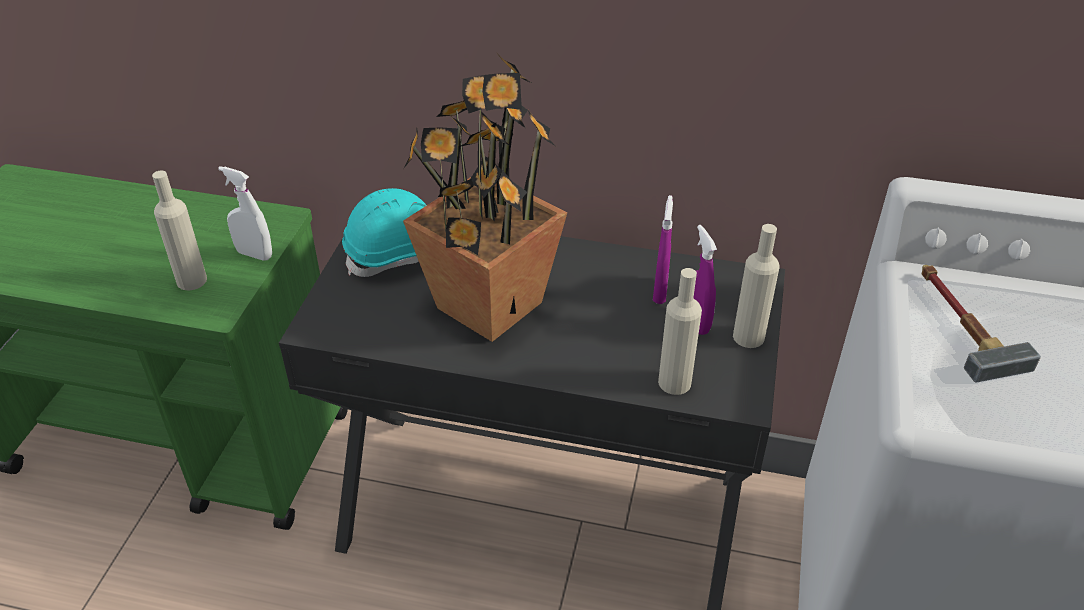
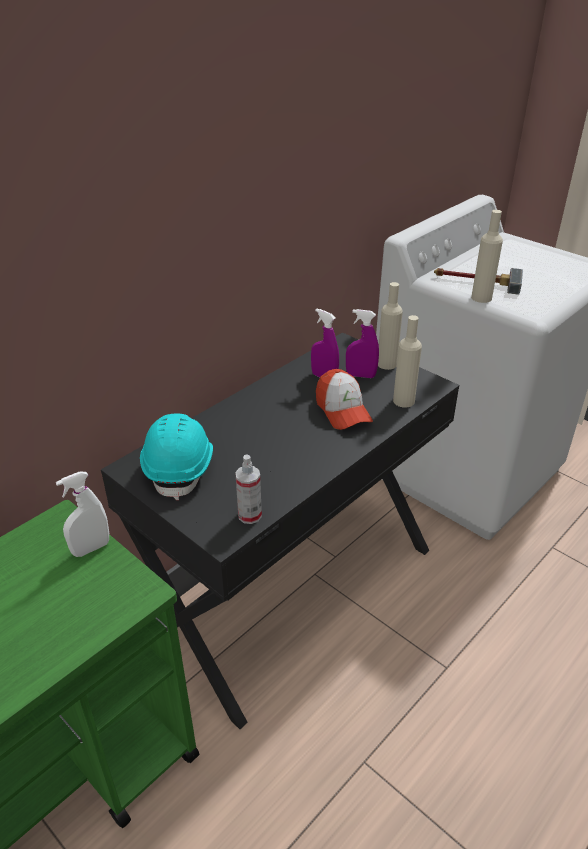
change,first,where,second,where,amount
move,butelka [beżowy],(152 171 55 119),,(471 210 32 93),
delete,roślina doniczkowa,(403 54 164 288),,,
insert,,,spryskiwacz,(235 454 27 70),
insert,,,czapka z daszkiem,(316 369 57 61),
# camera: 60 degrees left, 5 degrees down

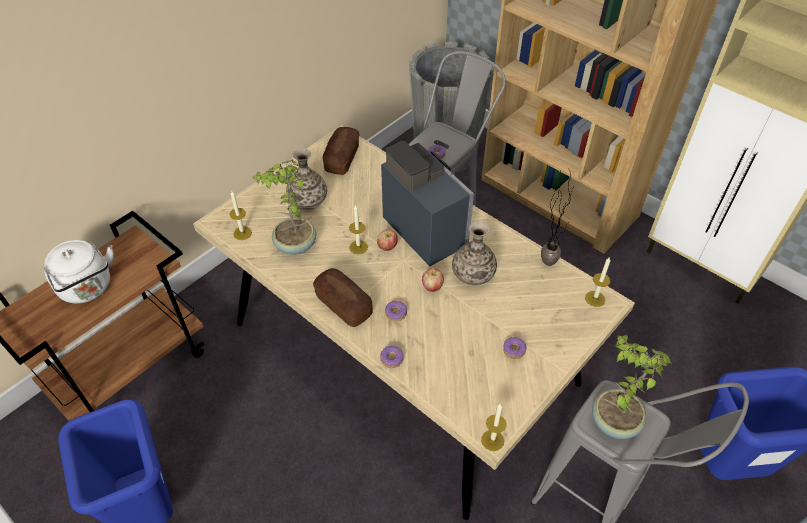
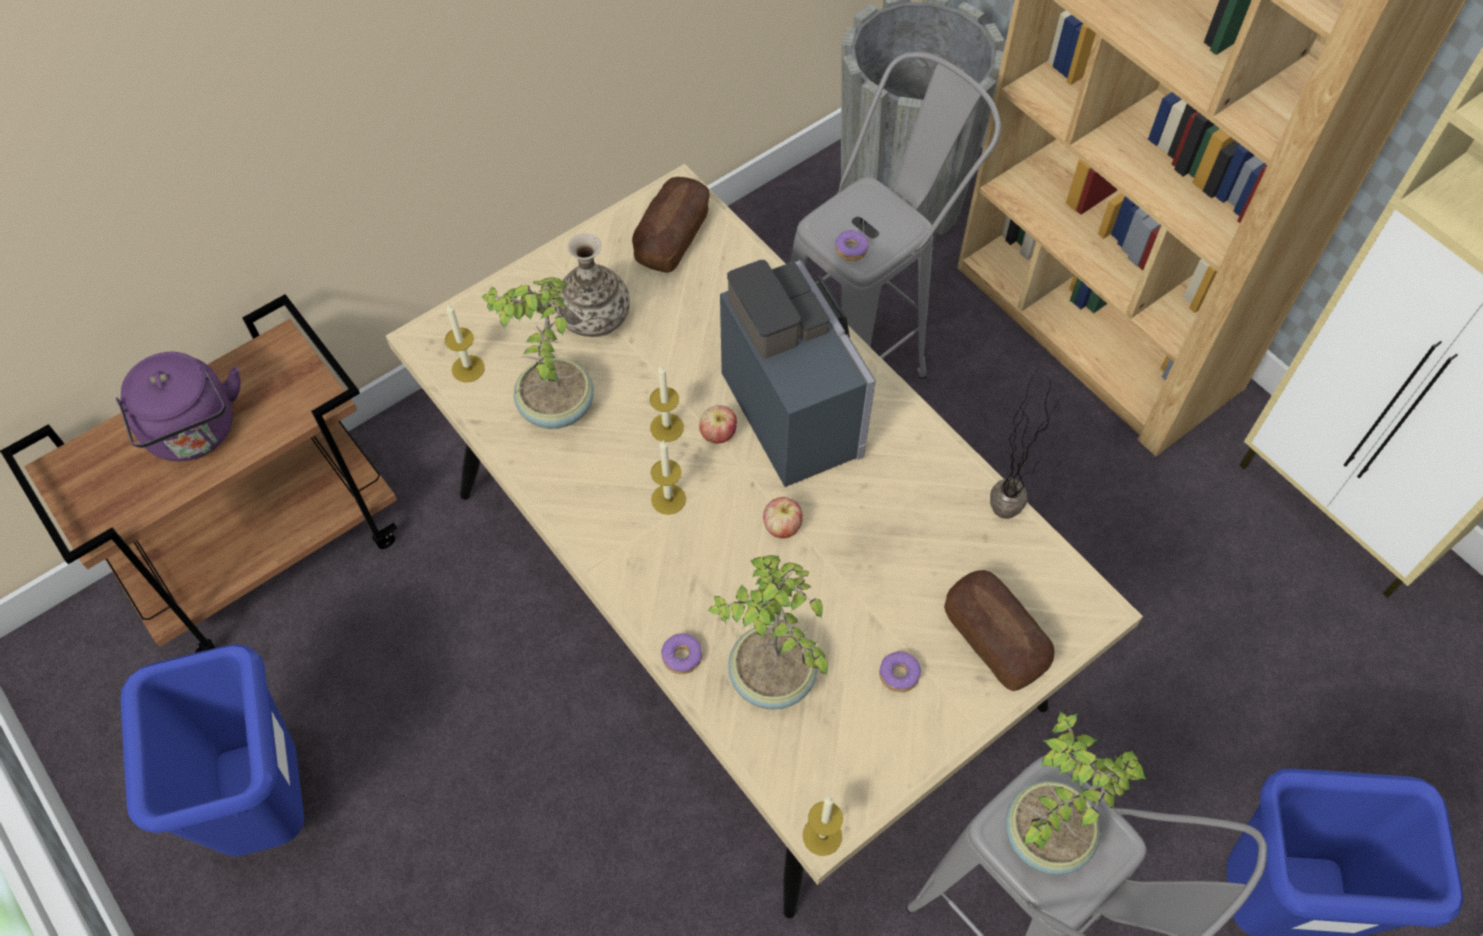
change,first,where,second,where,amount
recolor,czajnik [biały],(42 240 72 64),czajnik [fioletowy],(116 352 125 110),
move,chleb,(313 268 60 59),,(944 570 111 121),
delete,donut,(385 301 22 20),,,
delete,wazon,(452 222 45 63),,,
move,świeca,(585 257 26 50),,(651 440 35 75),
insert,,,roślina doniczkowa,(707 555 121 155),
# camera: 10 degrees right, 10 degrees up

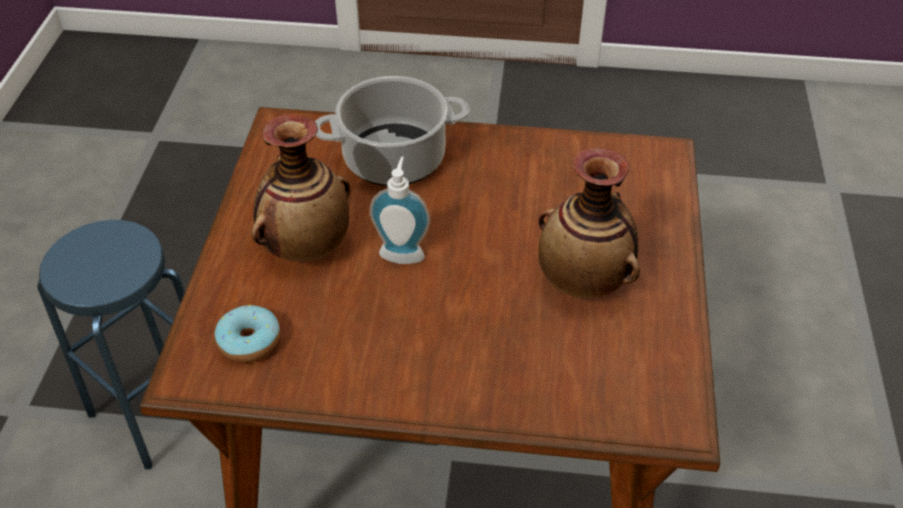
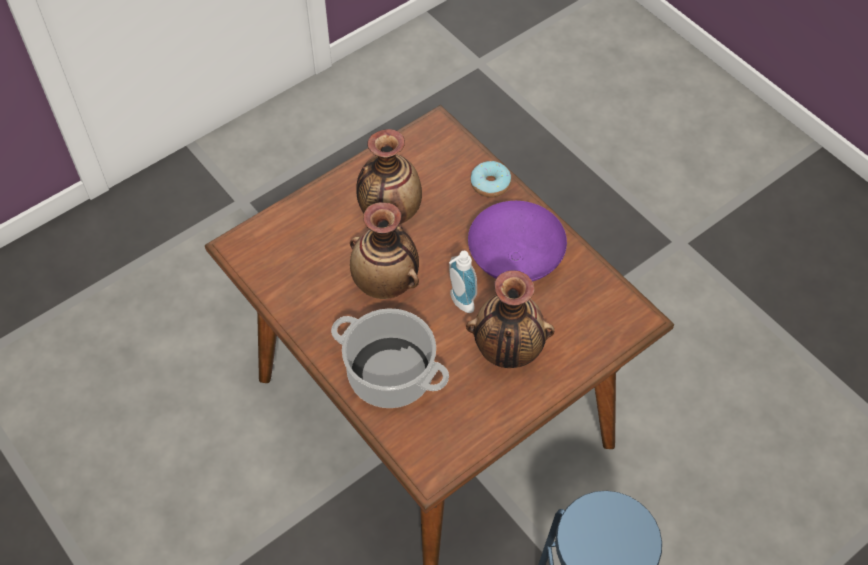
change,first,where,second,where,amount
move,donut,(215 305 65 58),,(470 161 41 37),
insert,,,wazon,(350 202 69 97),
insert,,,miska [fioletowy],(468 201 99 81),
# camera: 135 degrees left, 10 degrees up

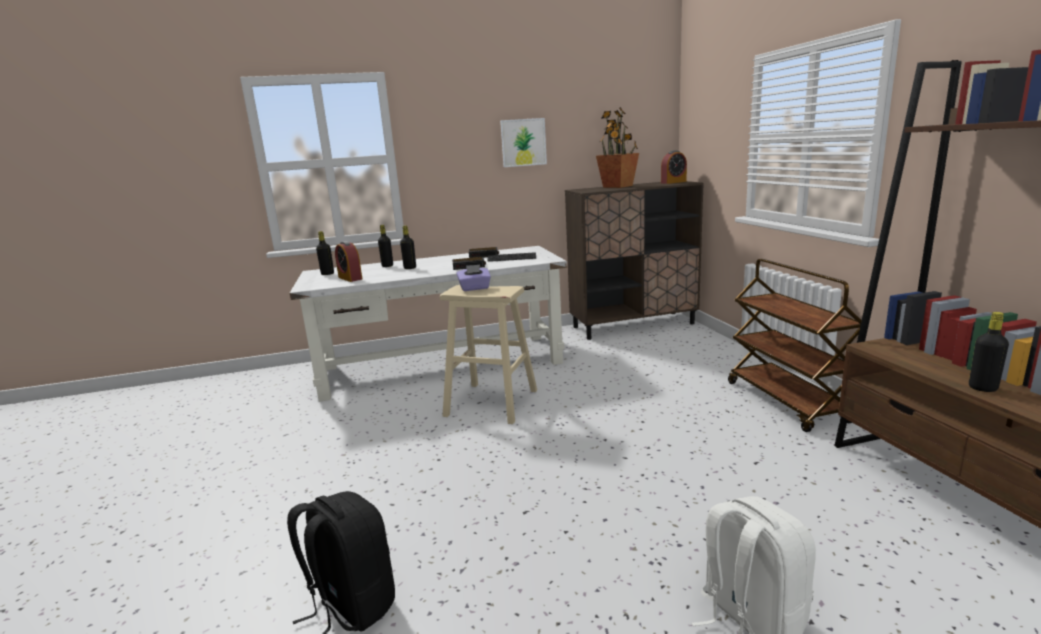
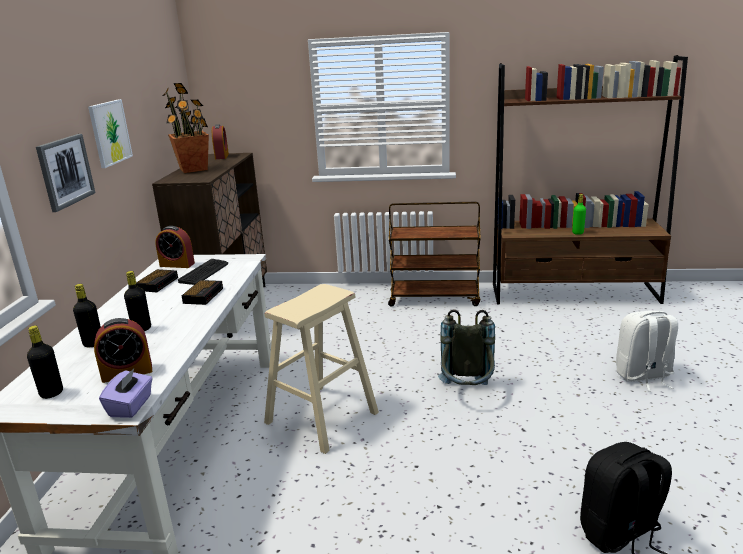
change,first,where,second,where,amount
move,pudełko chusteczek [fioletowy],(456 264 35 27),,(99 368 54 50),
recolor,butelka [czarny],(969 312 40 80),butelka [zielony],(572 194 14 41),
insert,,,obraz,(36 134 60 78),
insert,,,budzik,(155 226 40 42),
insert,,,plecak [szary],(438 309 57 76),
# camera: 70 degrees left, 5 degrees up

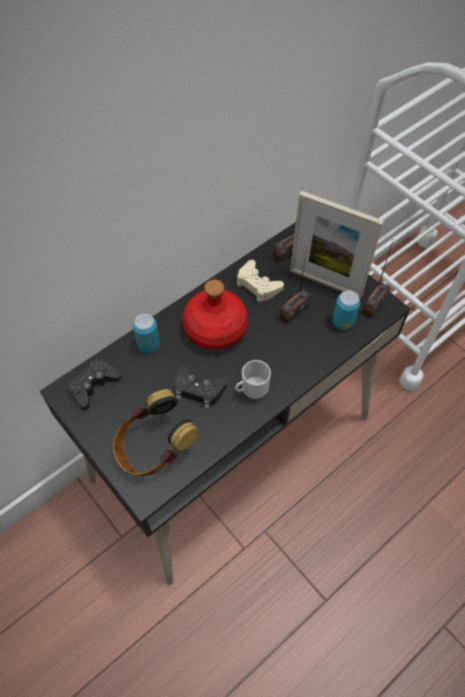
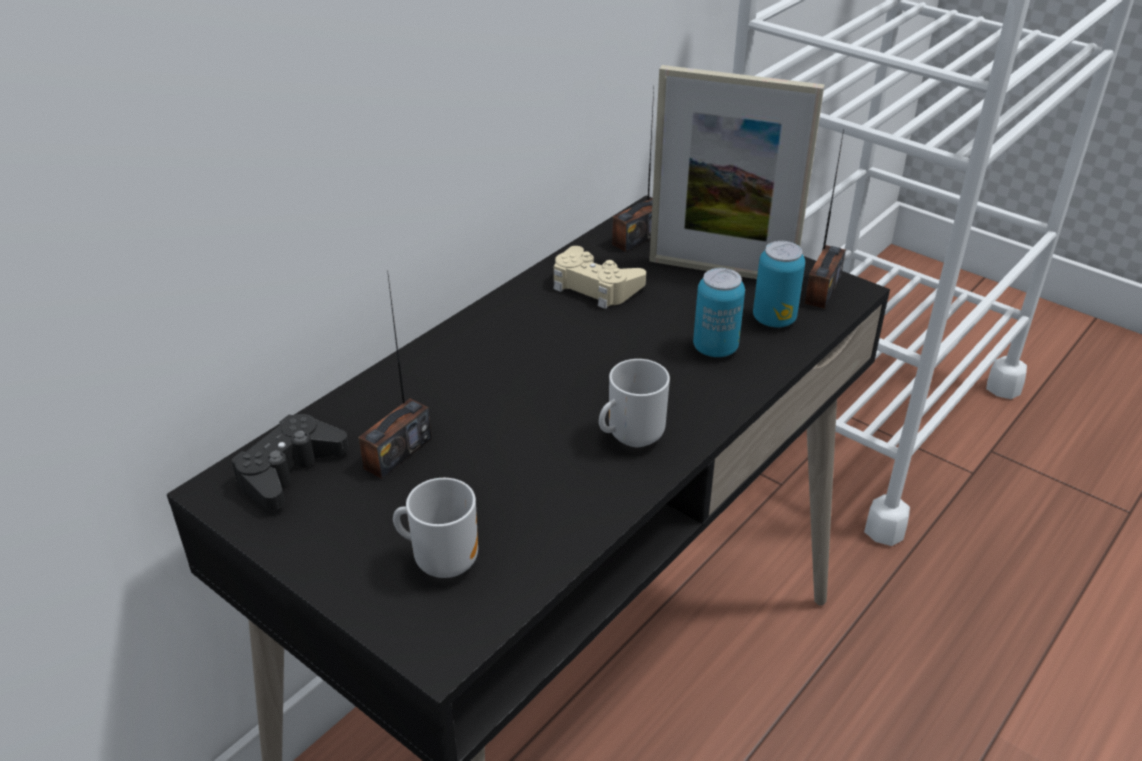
change,first,where,second,where,amount
replace,słuchawki,(113 389 86 87),kubek,(393 478 85 100),
move,puszka,(133 313 27 40),,(693 268 52 89),
delete,pad do gier [czarny],(174 365 53 44),,,
delete,butelka [czerwony],(182 279 66 71),,,
move,radio,(280 248 31 76),,(358 270 74 209),
# camera: 10 degrees left, 20 degrees down

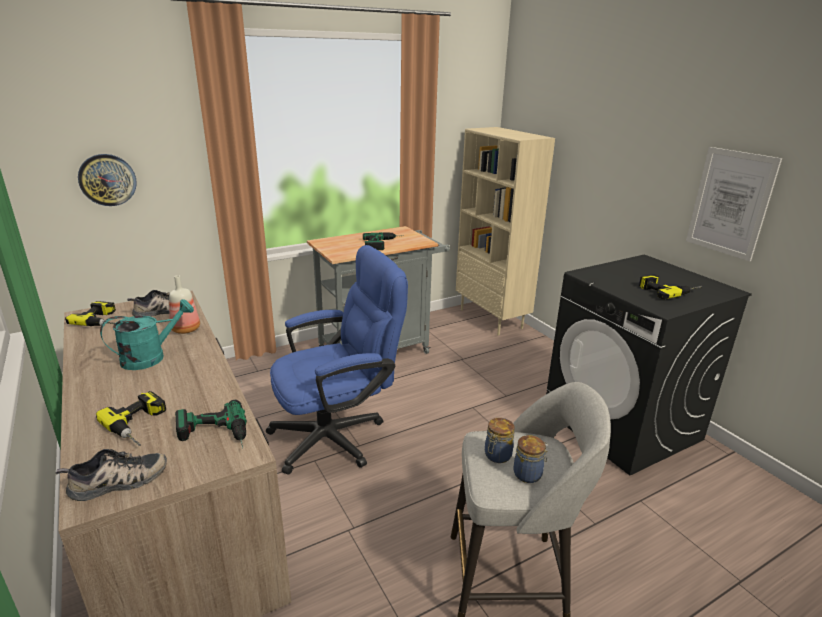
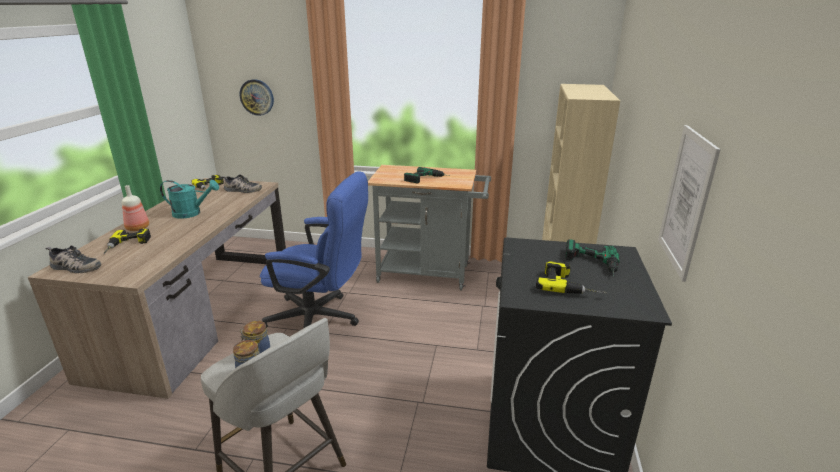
change,first,where,second,where,amount
move,butelka,(169 275 31 59),,(122 185 27 46),
move,wiertarka,(175 400 72 49),,(565 239 55 38),
# camera: 40 degrees right, 0 degrees up

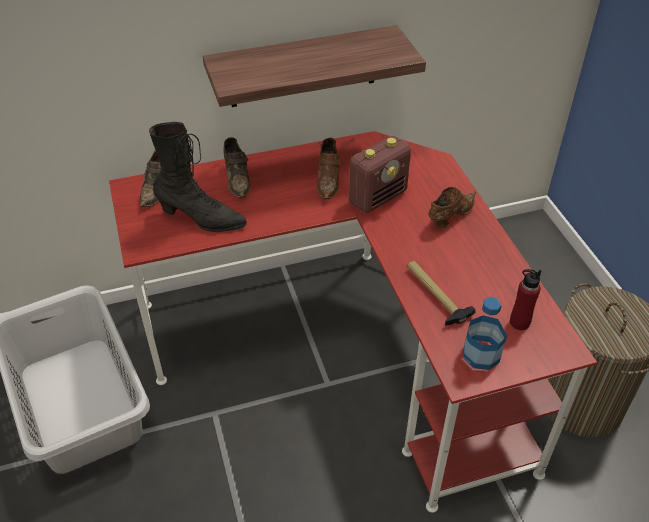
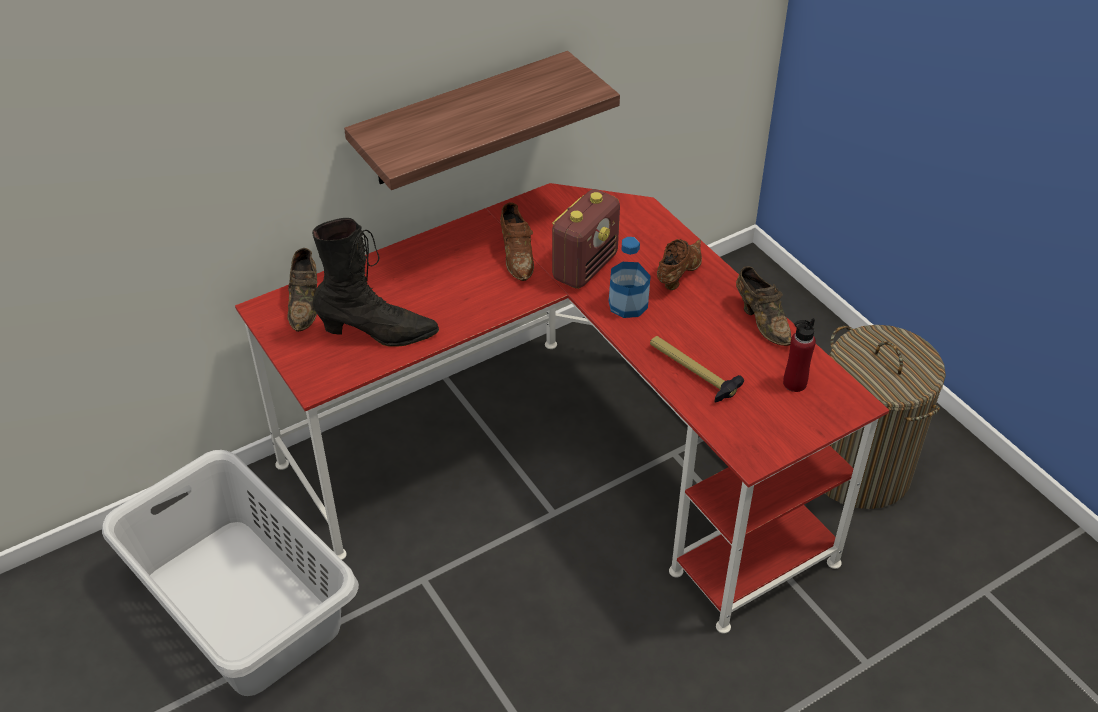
change,first,where,second,where,amount
move,but [brązowy],(223 137 27 61),,(736 266 55 80),
move,butelka,(463 297 44 73),,(609 237 42 81),
# camera: 15 degrees left, 0 degrees up

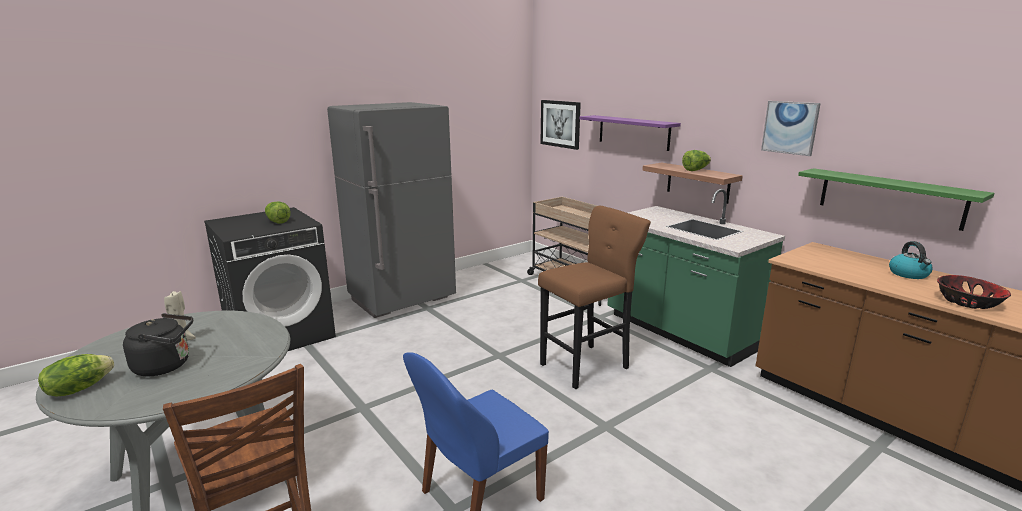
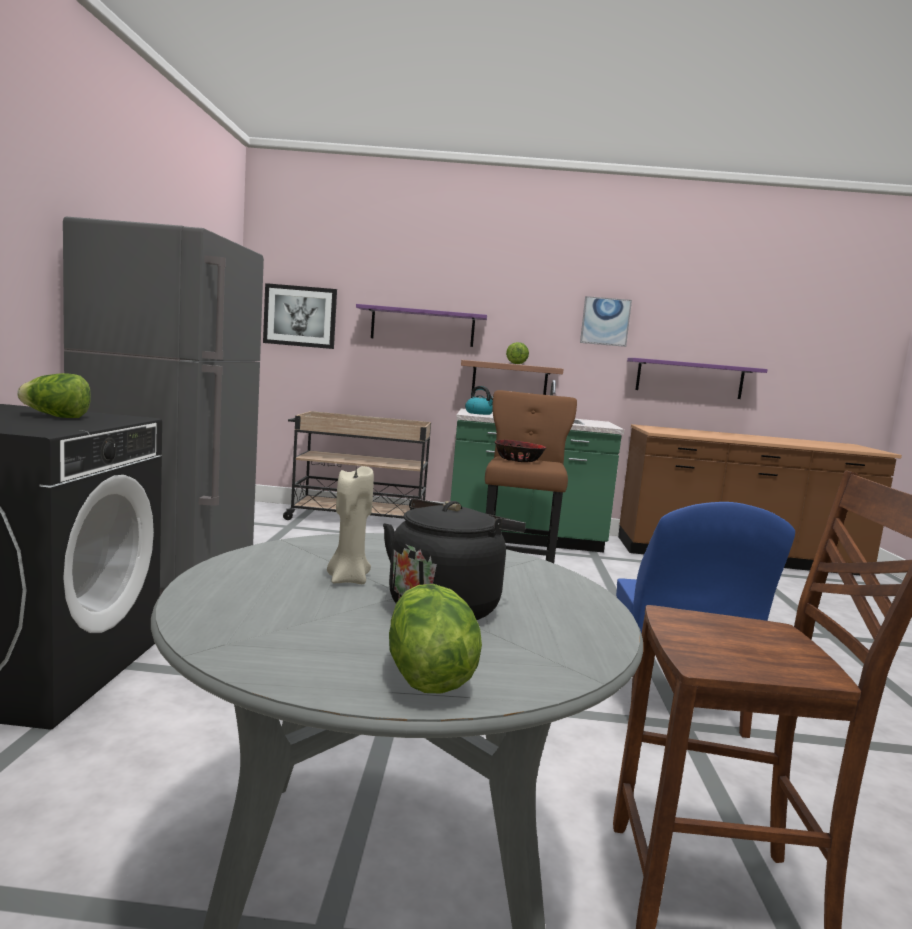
change,first,where,second,where,amount
recolor,półka [zielony],(798 168 196 63),półka [fioletowy],(627 358 141 41),
move,czajnik,(889 241 44 38),,(465 386 28 29),
move,miska,(937 275 74 34),,(495 440 51 22),
# camera: 50 degrees left, 10 degrees down

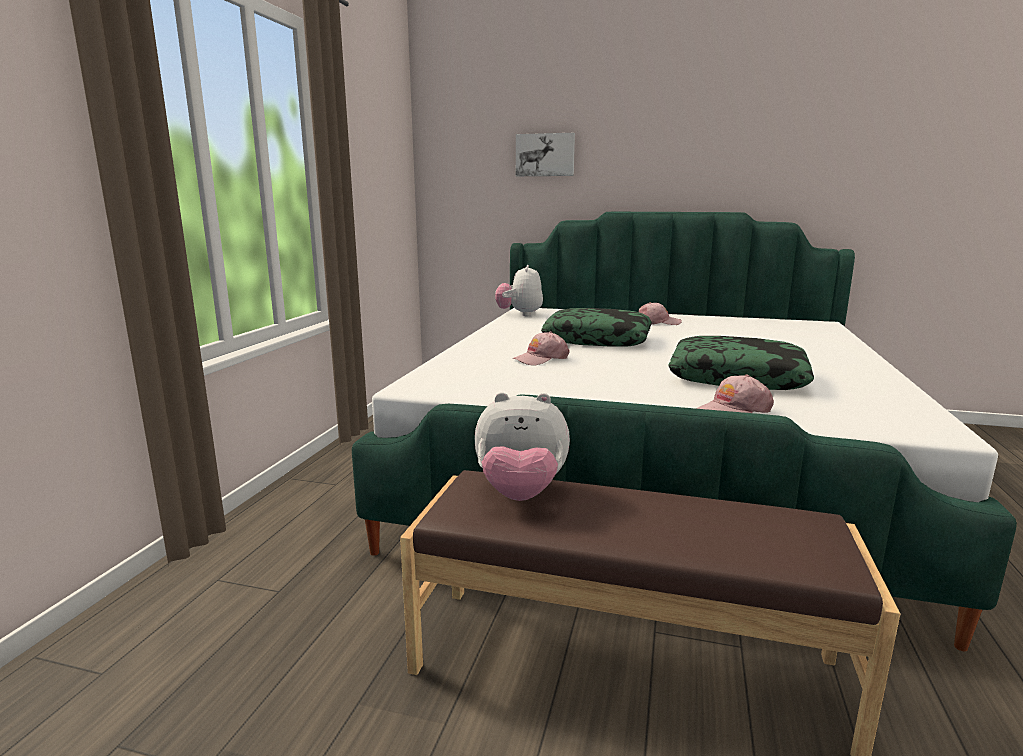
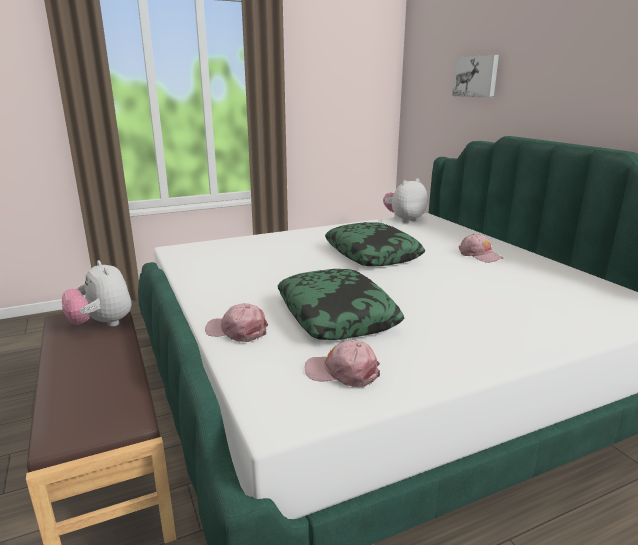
change,first,where,second,where,amount
move,czapka z daszkiem [różowy],(512 332 58 34),,(305 340 75 47),
# camera: 50 degrees right, 5 degrees up

